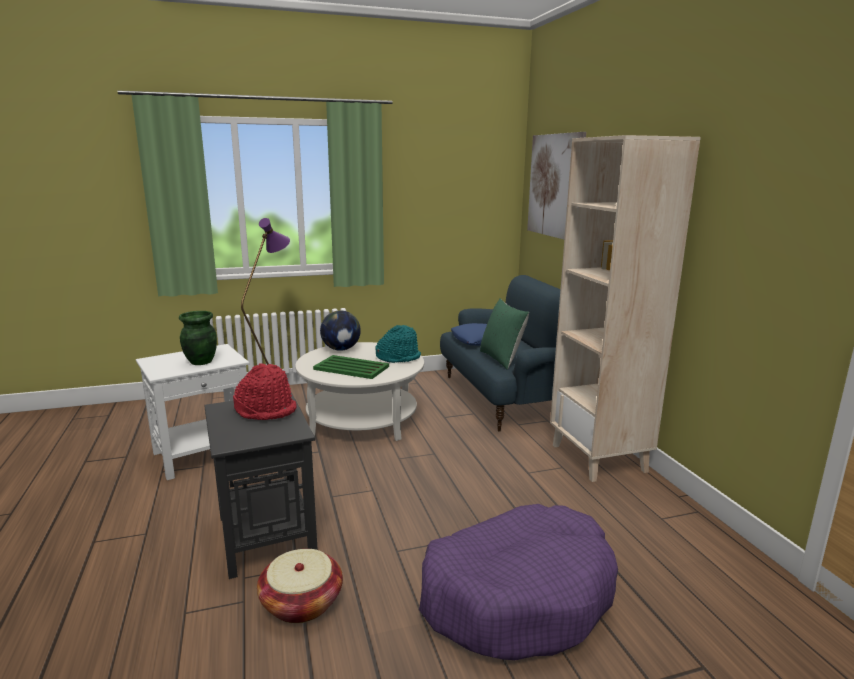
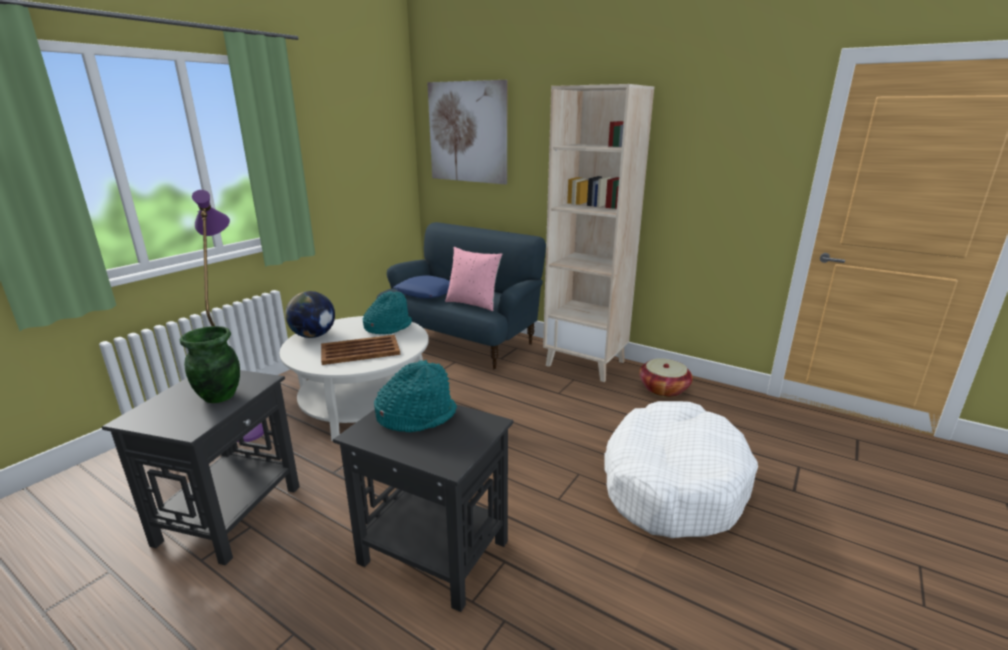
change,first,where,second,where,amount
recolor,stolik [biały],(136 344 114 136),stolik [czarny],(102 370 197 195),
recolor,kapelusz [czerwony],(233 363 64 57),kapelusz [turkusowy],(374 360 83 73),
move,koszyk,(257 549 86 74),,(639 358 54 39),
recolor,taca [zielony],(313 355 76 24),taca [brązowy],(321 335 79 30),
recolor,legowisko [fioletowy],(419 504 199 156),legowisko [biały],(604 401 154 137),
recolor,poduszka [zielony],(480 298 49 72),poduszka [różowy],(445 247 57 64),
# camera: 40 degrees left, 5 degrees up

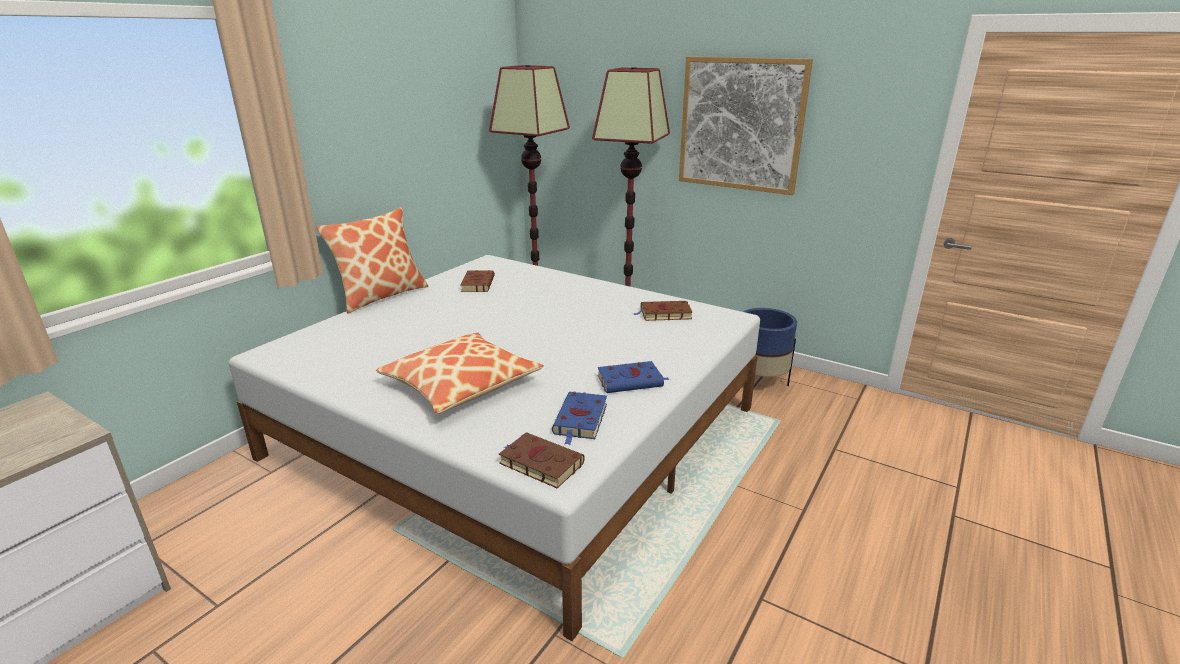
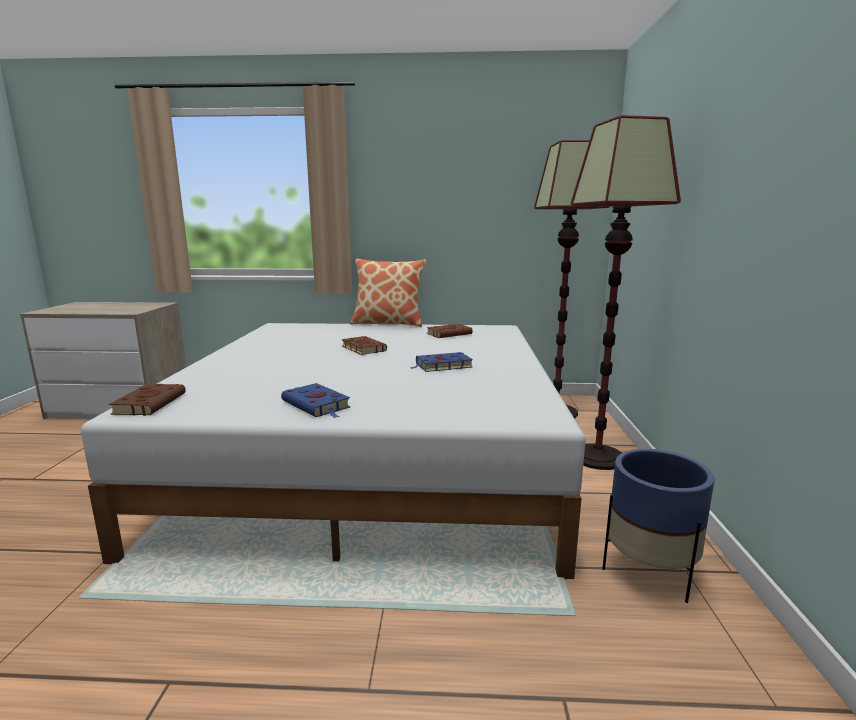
change,first,where,second,where,amount
delete,poduszka,(376 332 168 82),,,
move,książka [niebieski],(552 392 55 53),,(409 352 64 20),
move,książka [brązowy],(633 301 60 20),,(342 336 45 19),
delete,obraz,(679 56 134 139),,,
# camera: 60 degrees right, 10 degrees down

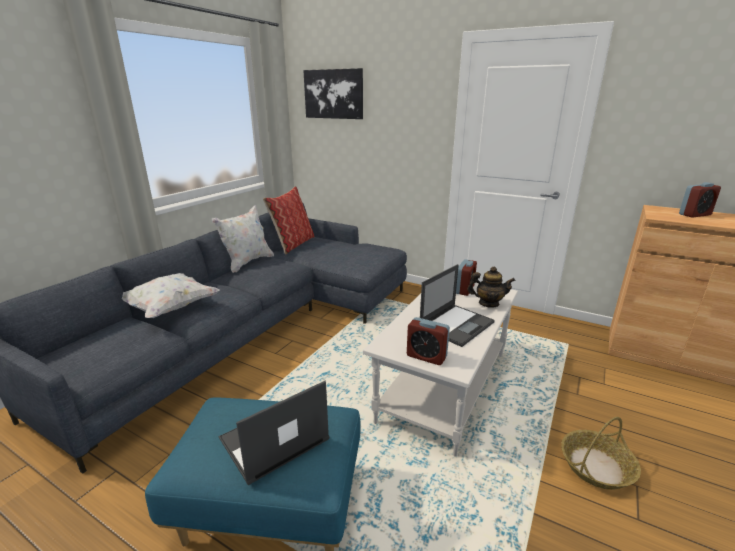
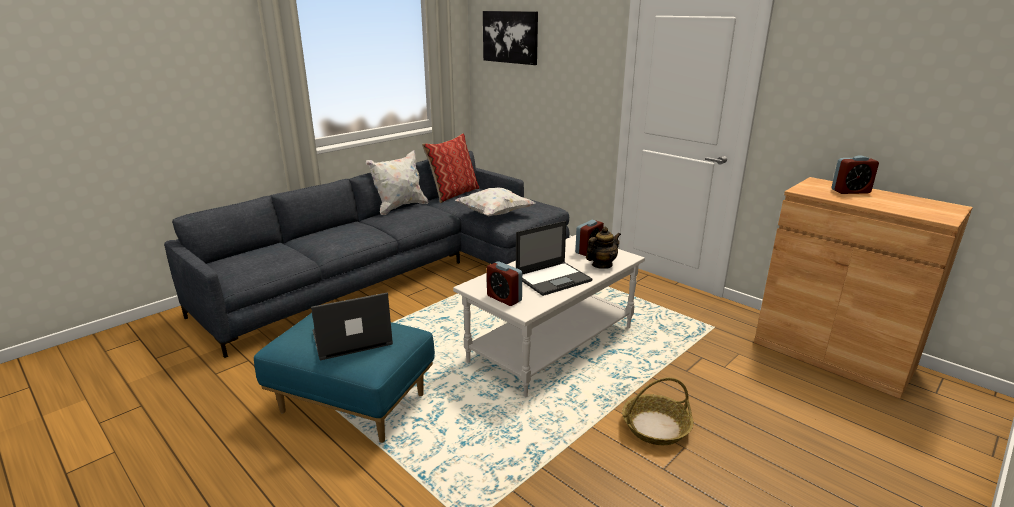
change,first,where,second,where,amount
move,poduszka [biały],(122 273 98 45),,(455 187 80 29),
rotate,imbryk,(467 266 48 42),,(586 227 35 42),60 degrees counterclockwise
# camera: 15 degrees right, 0 degrees up

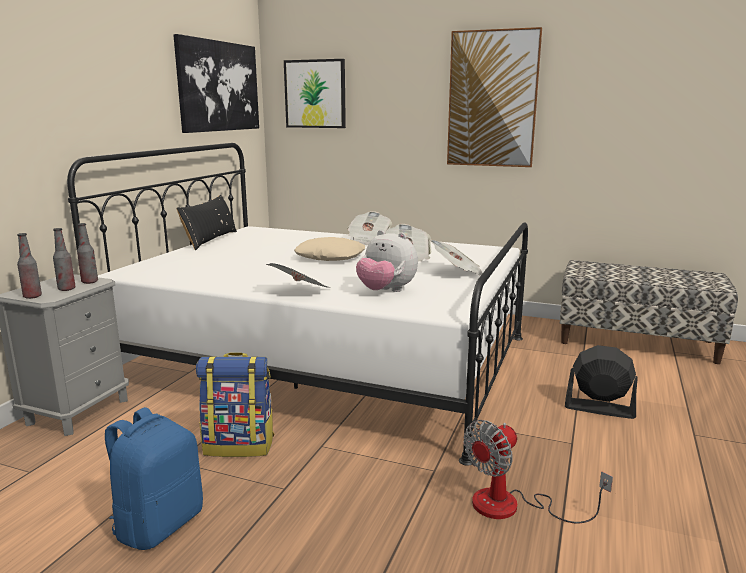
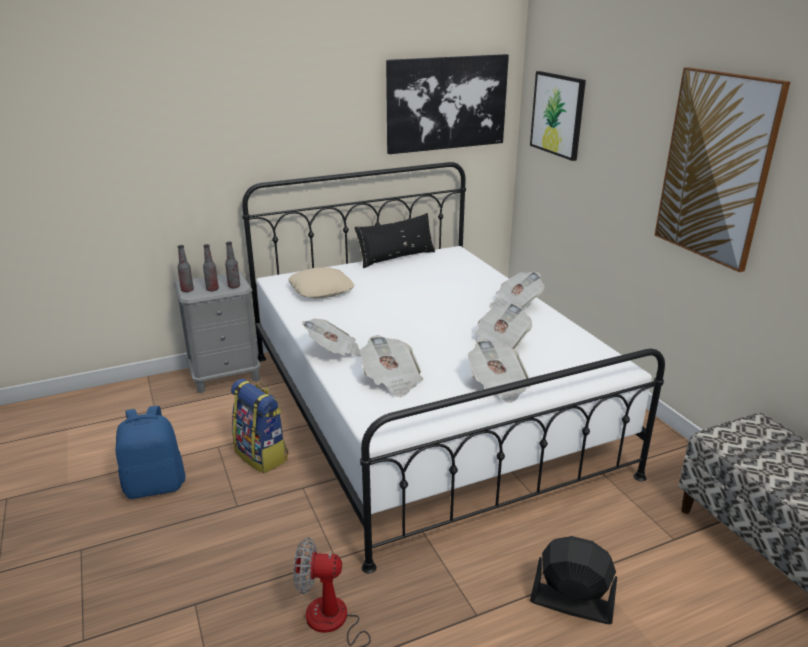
change,first,where,second,where,amount
move,poduszka [beżowy],(294 237 71 24),,(288 267 66 31),
replace,pluszak,(356 230 62 62),gazeta,(360 335 63 62),
rotate,wentylator [czarny],(565 345 73 74),,(530 536 87 88),45 degrees counterclockwise
# camera: 45 degrees right, 10 degrees up

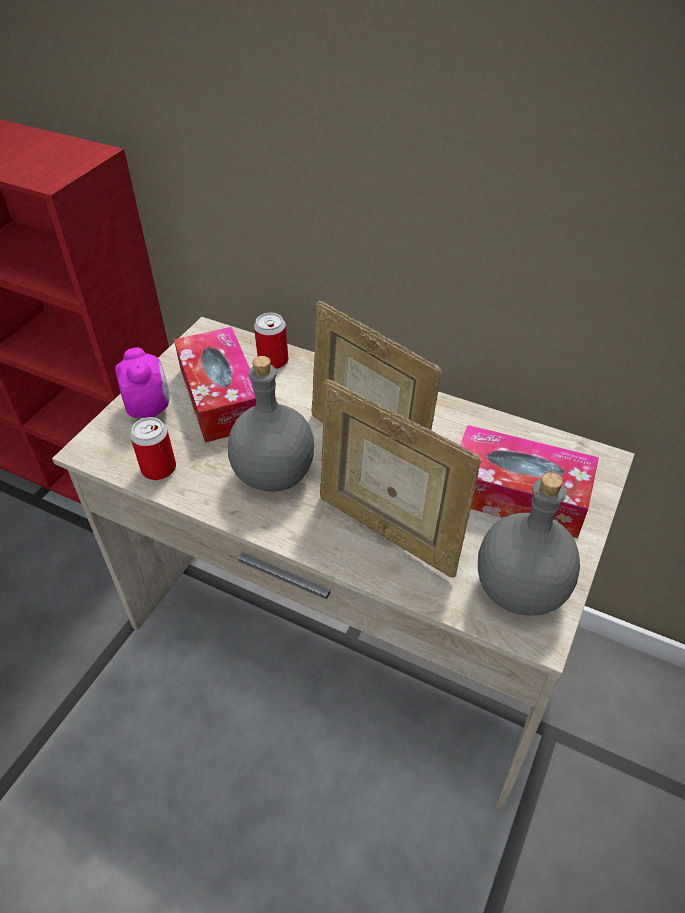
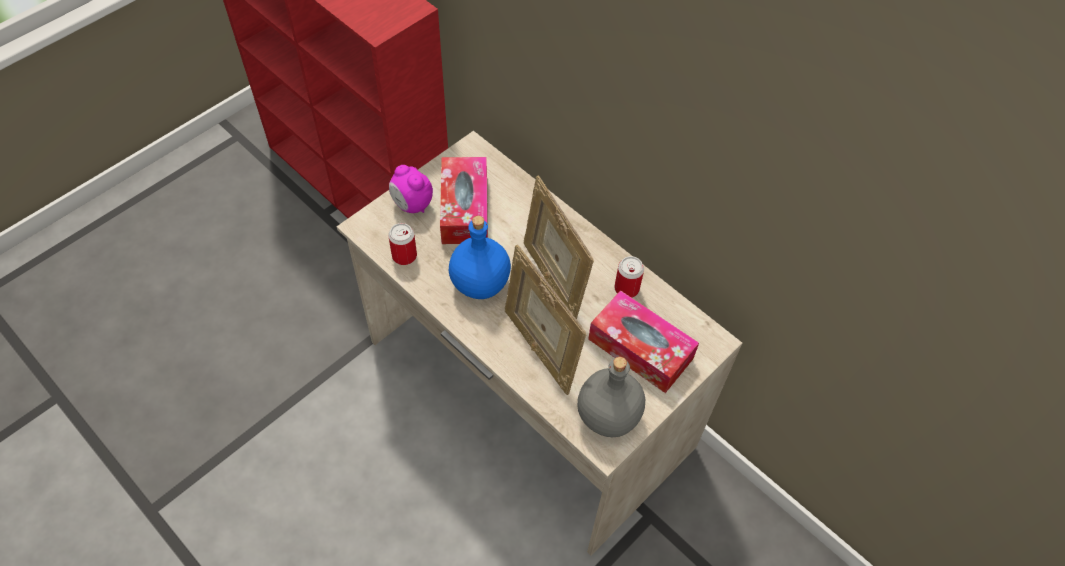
change,first,where,second,where,amount
rotate,budzik,(115 347 55 71),,(389 165 44 48),135 degrees clockwise
recolor,butelka [szary],(228 356 86 136),butelka [niebieski],(449 216 62 83),
move,puszka,(254 313 34 56),,(614 256 30 42),
# camera: 15 degrees right, 10 degrees up

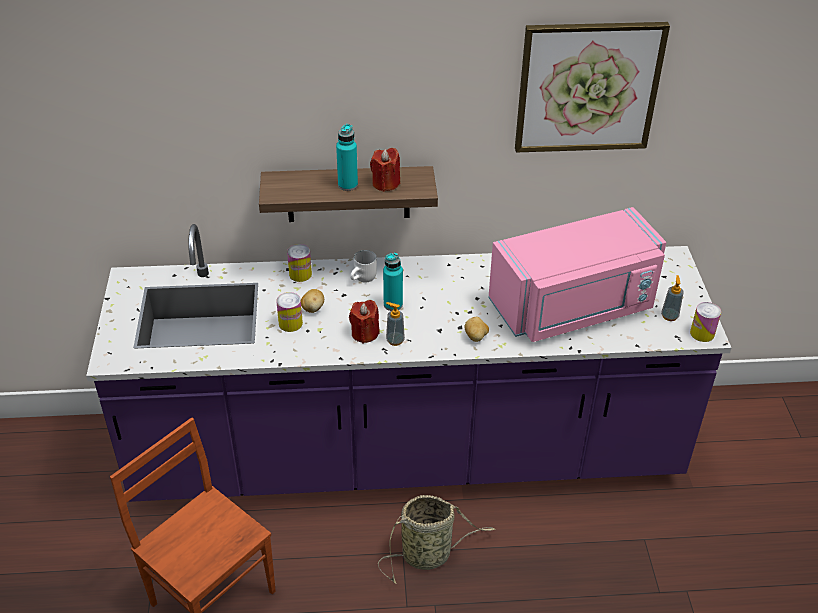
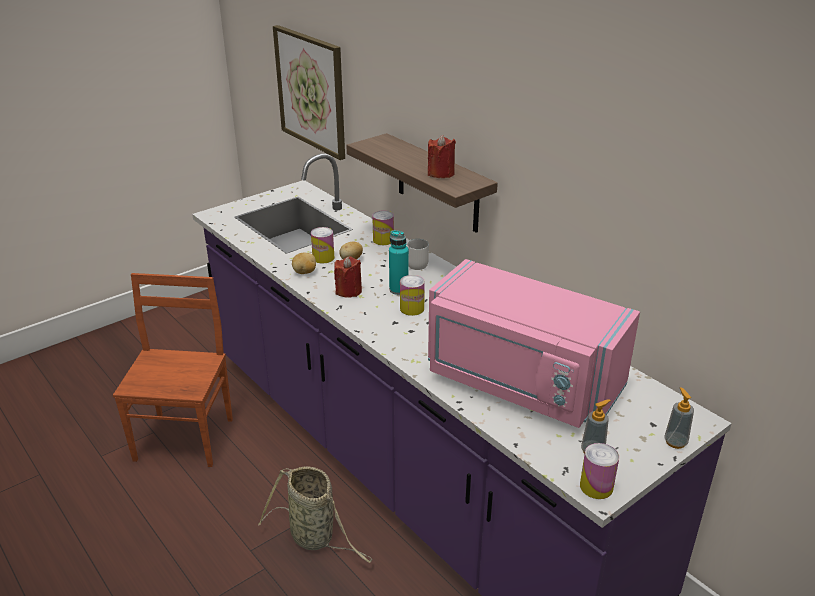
change,first,where,second,where,amount
delete,butelka [turkusowy],(336 124 22 67),,,
move,dozownik mydła,(386 302 19 44),,(664 387 30 62),
move,ziemniak,(465 317 24 25),,(292 252 24 22),
move,obraz,(515 22 155 131),,(273 25 72 135),
insert,,,puszka,(400 275 25 41),
# camera: 55 degrees right, 10 degrees down

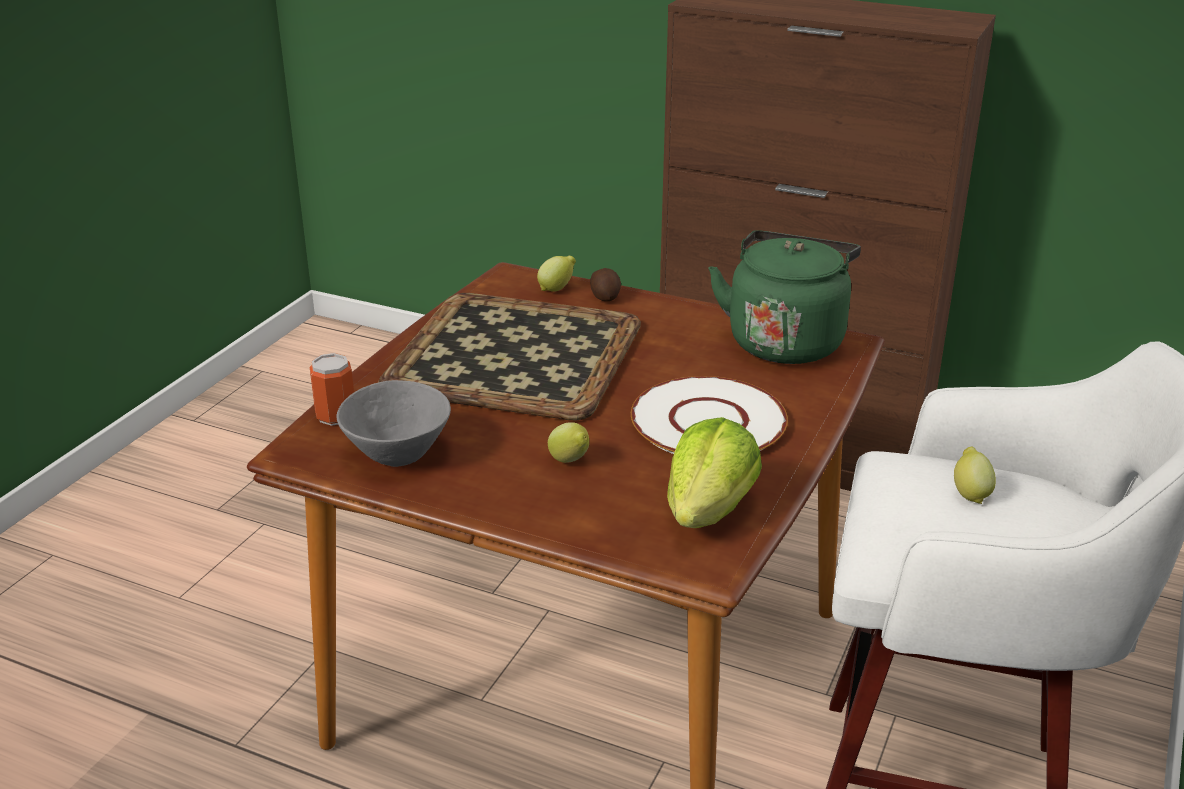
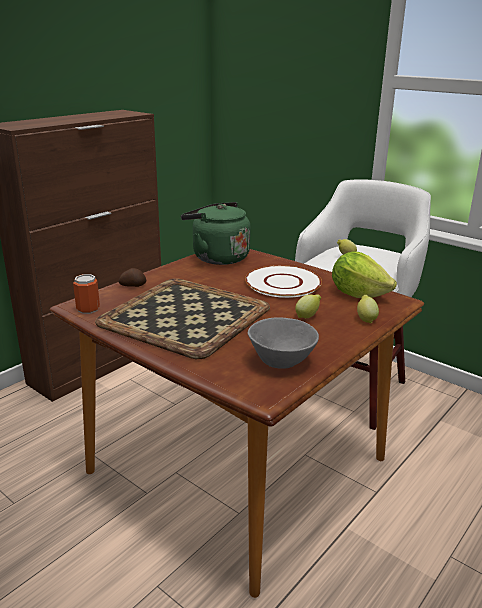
change,first,where,second,where,amount
move,puszka,(310 353 44 73),,(73 274 27 40),
move,cytryna,(537 256 39 36),,(357 295 22 28),
# camera: 75 degrees left, 5 degrees down

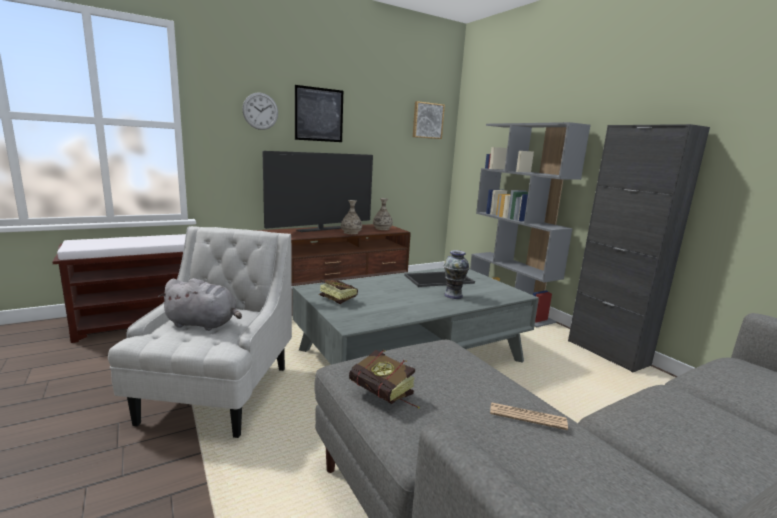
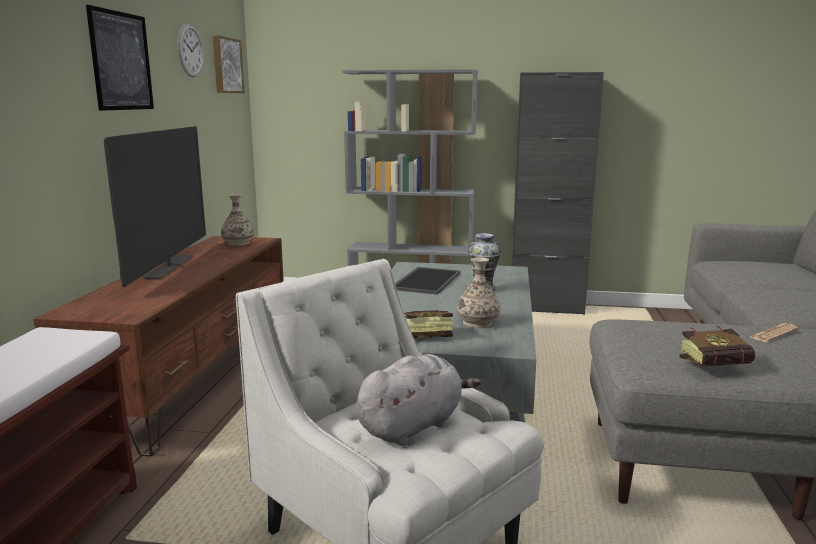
change,first,where,second,where,amount
move,zegar ścienny,(242 93 36 37),,(178 24 25 53),
move,wazon,(341 200 21 34),,(457 257 43 71),
# camera: 50 degrees left, 0 degrees up

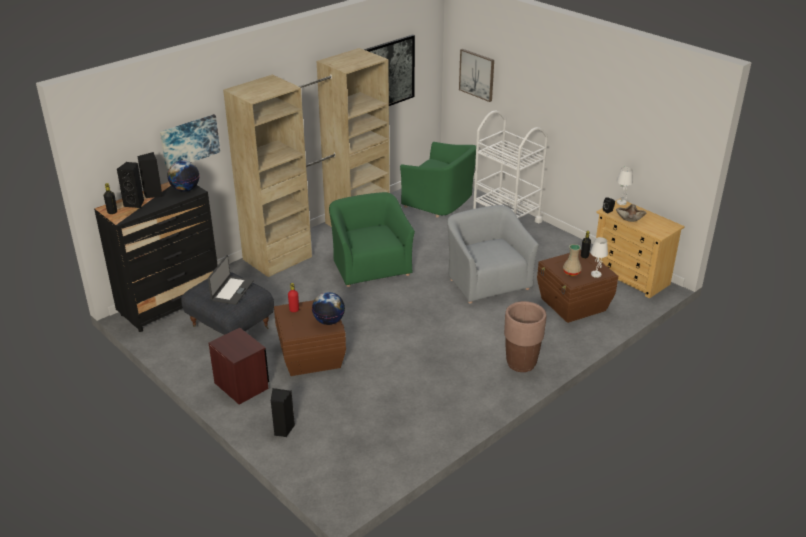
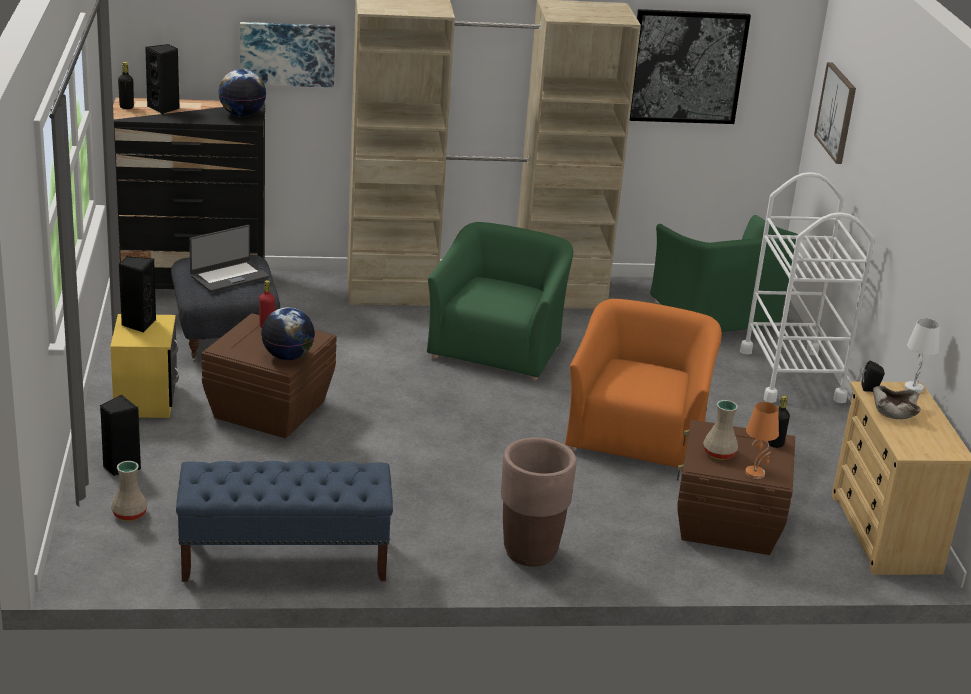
change,first,where,second,where,amount
move,głośnik [czarny],(137 152 26 46),,(119 256 37 76),
recolor,szafka nocna [brązowy],(209 328 60 77),szafka nocna [żółty],(110 314 69 104),
recolor,fotel [szary],(447 205 92 98),fotel [pomarańczowy],(565 299 157 169),
recolor,lampa stołowa [biały],(590 237 18 41),lampa stołowa [pomarańczowy],(745 402 34 77),
insert,,,wazon [beżowy],(111 461 36 60),
insert,,,ławka [niebieski],(176 461 217 121),
# camera: 35 degrees right, 5 degrees down

